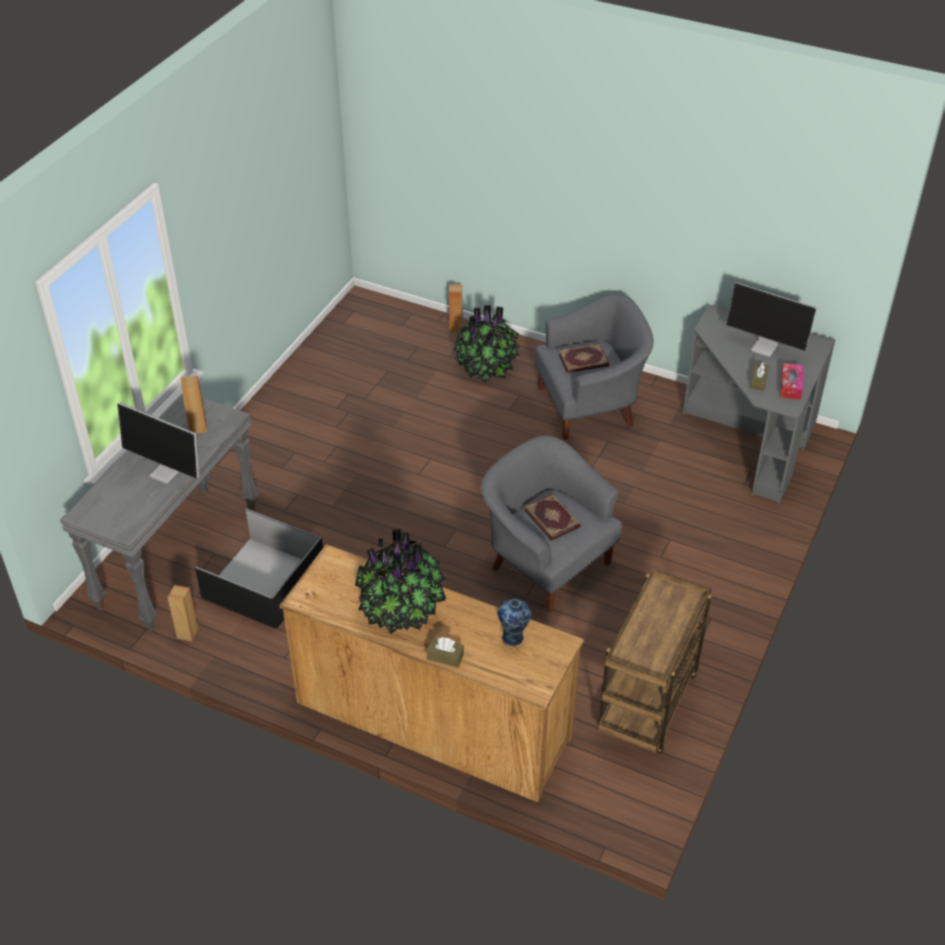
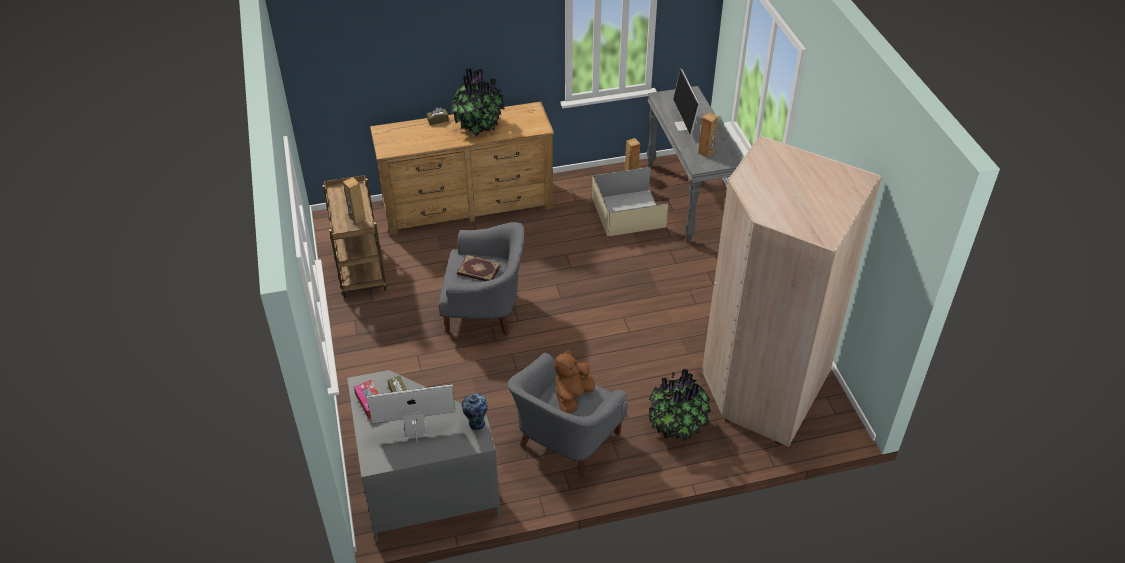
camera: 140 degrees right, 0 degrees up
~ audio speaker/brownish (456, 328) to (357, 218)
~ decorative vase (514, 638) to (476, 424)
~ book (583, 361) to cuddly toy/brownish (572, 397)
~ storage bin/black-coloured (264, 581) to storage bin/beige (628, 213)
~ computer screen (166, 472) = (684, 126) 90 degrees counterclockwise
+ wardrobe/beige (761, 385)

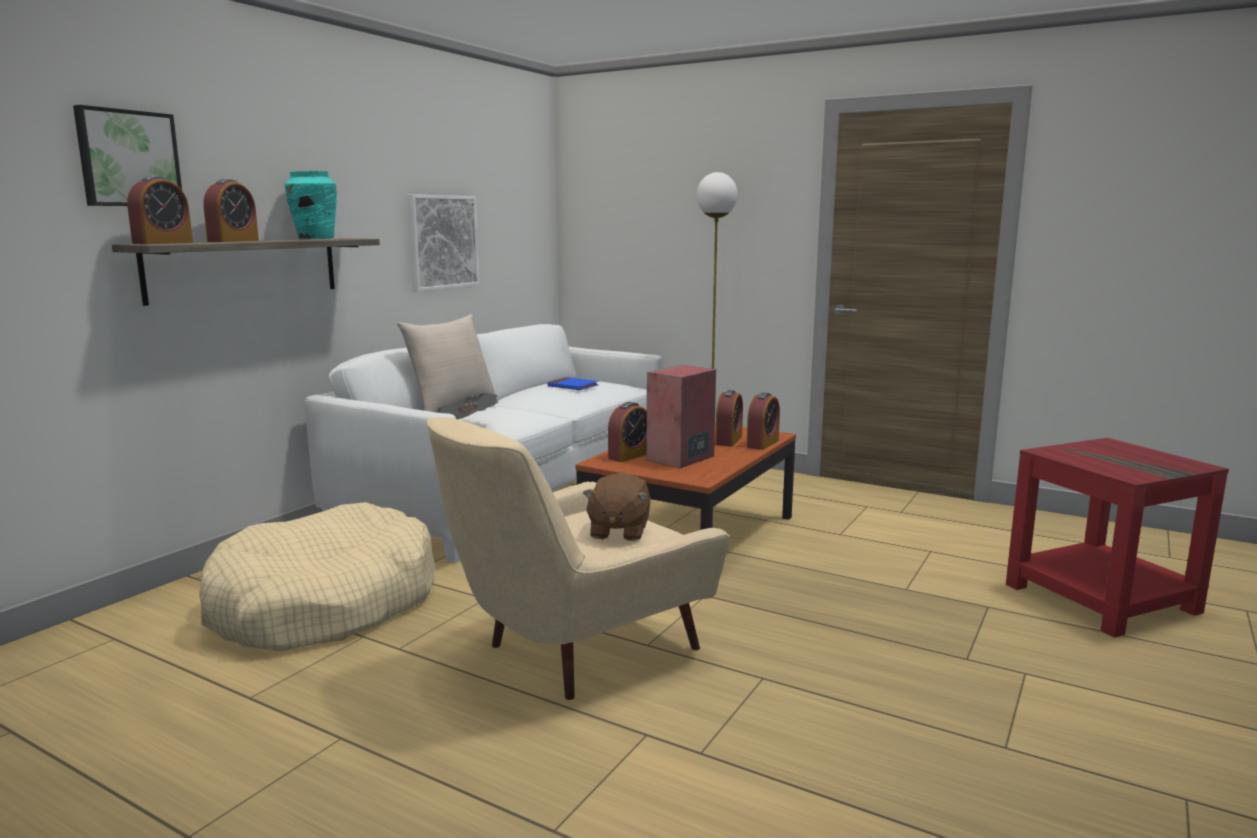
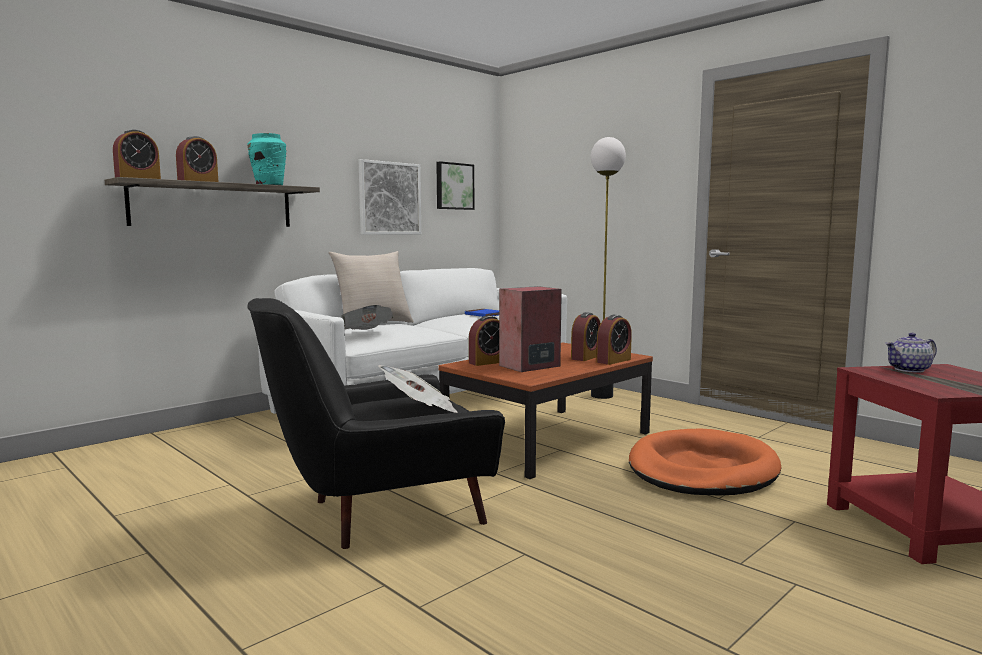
camera: 15 degrees right, 5 degrees down
~ armchair/beige (575, 652) to armchair/black-coloured (380, 514)
~ cuddly toy/brownish (618, 531) to newspaper (420, 409)
~ picture (128, 158) to (454, 186)
+ dog cushion/orange-coloured (702, 470)
+ pot for tea (909, 369)
- dog cushion/beige (324, 604)

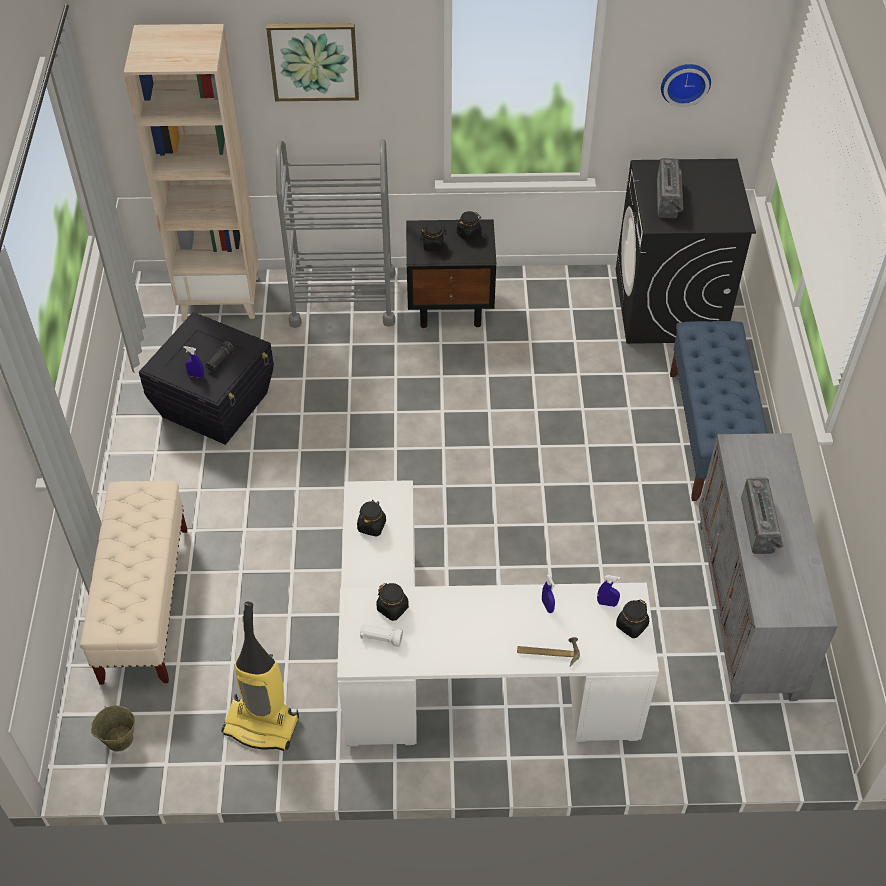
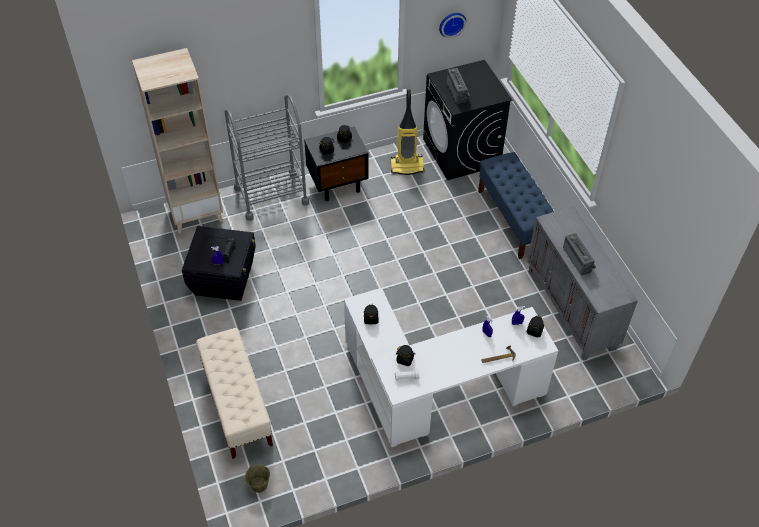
camera: 20 degrees left, 0 degrees up
~ vacuum (262, 724) to (407, 166)
- picture (314, 61)

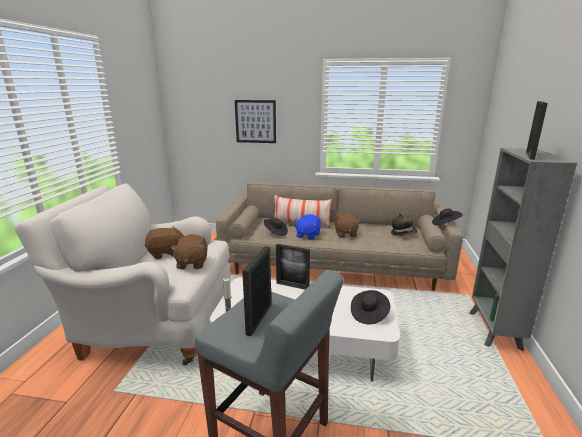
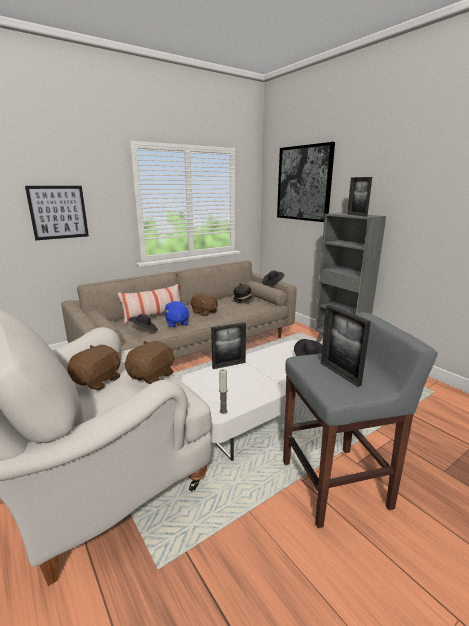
camera: 45 degrees left, 0 degrees up
~ cuddly toy/brownish (191, 263) = (152, 376) 105 degrees counterclockwise
+ picture (304, 183)

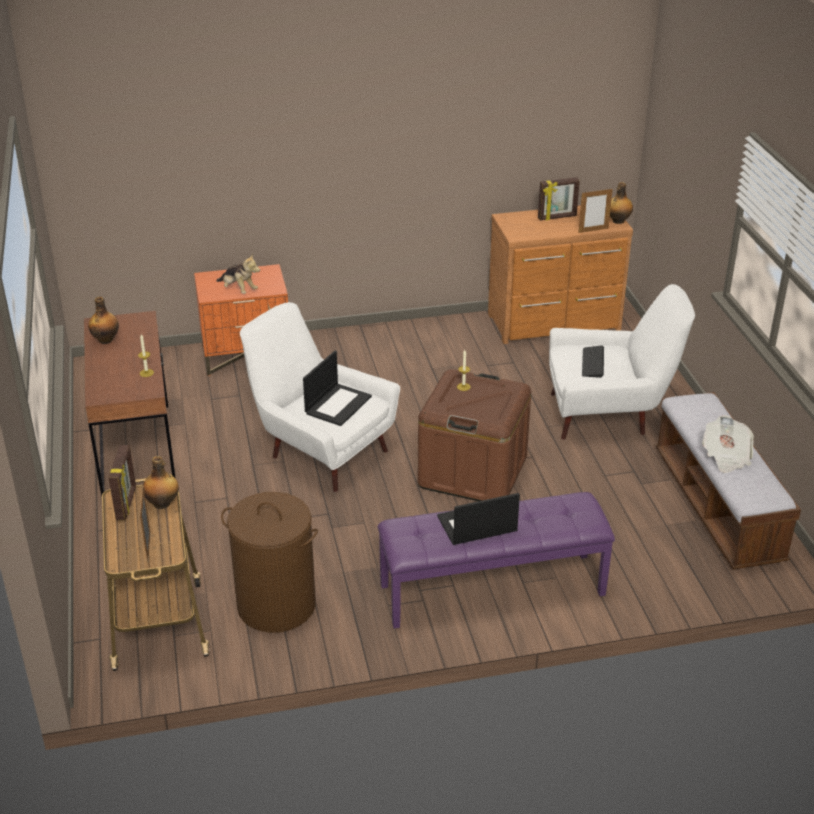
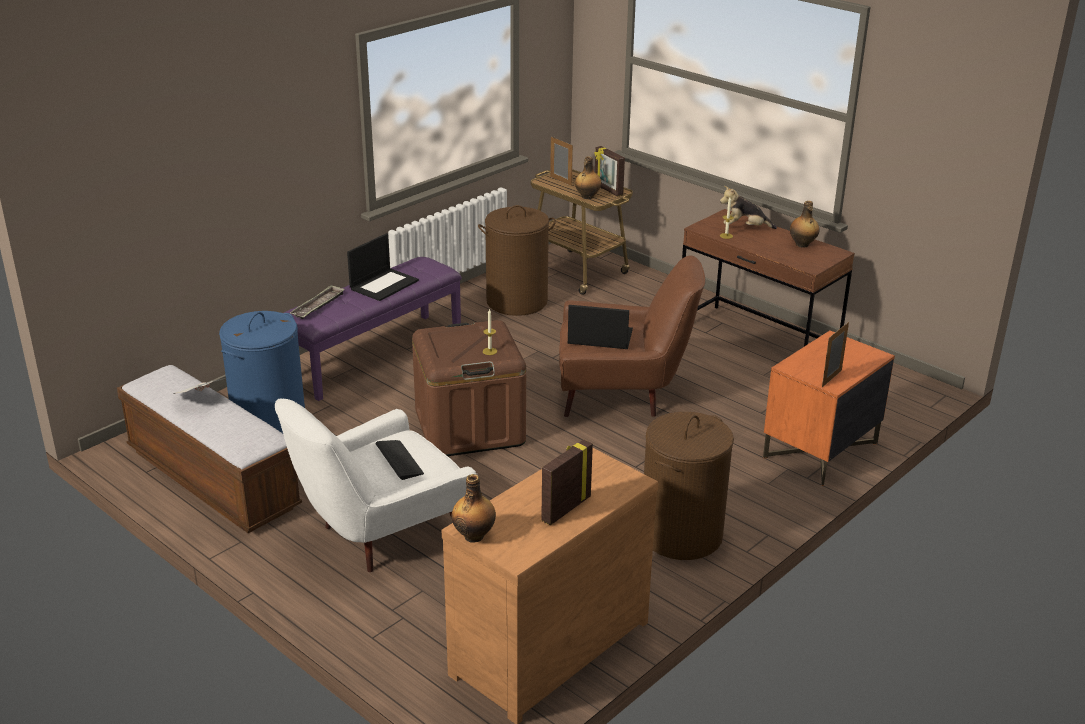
camera: 145 degrees right, 5 degrees down
+ hamper/bluish (269, 421)
+ serving tray (318, 306)
~ armchair/white (319, 451) to armchair/brownish (621, 395)
~ notebook computer (338, 404) = (599, 337) 105 degrees clockwise
+ hamper/brownish (681, 535)
~ cuddly toy (238, 290) to (745, 228)
~ picture frame (593, 230) to (831, 378)

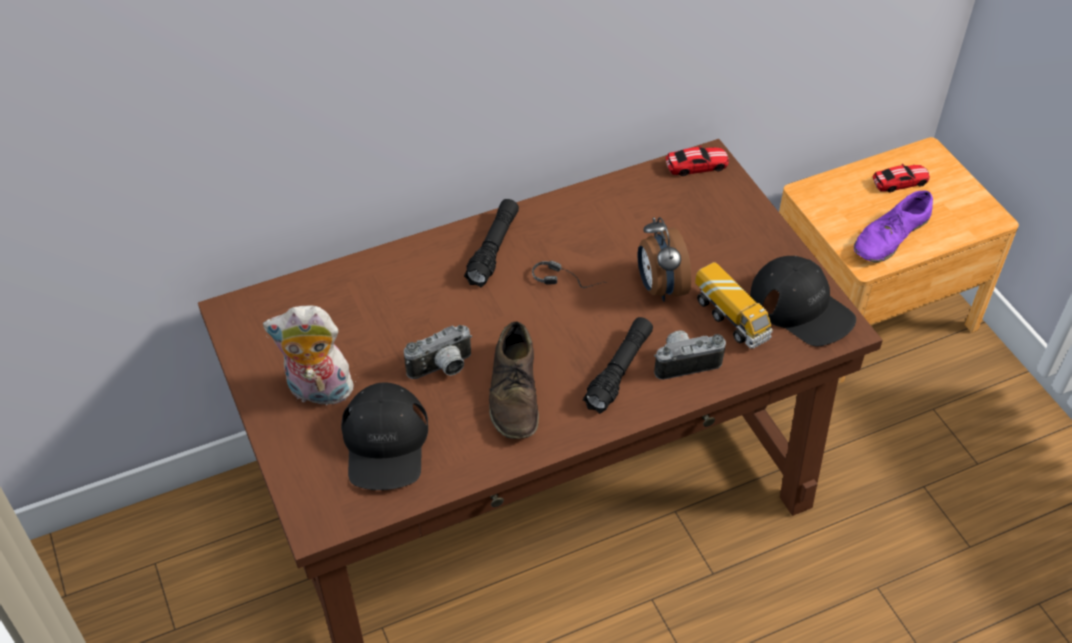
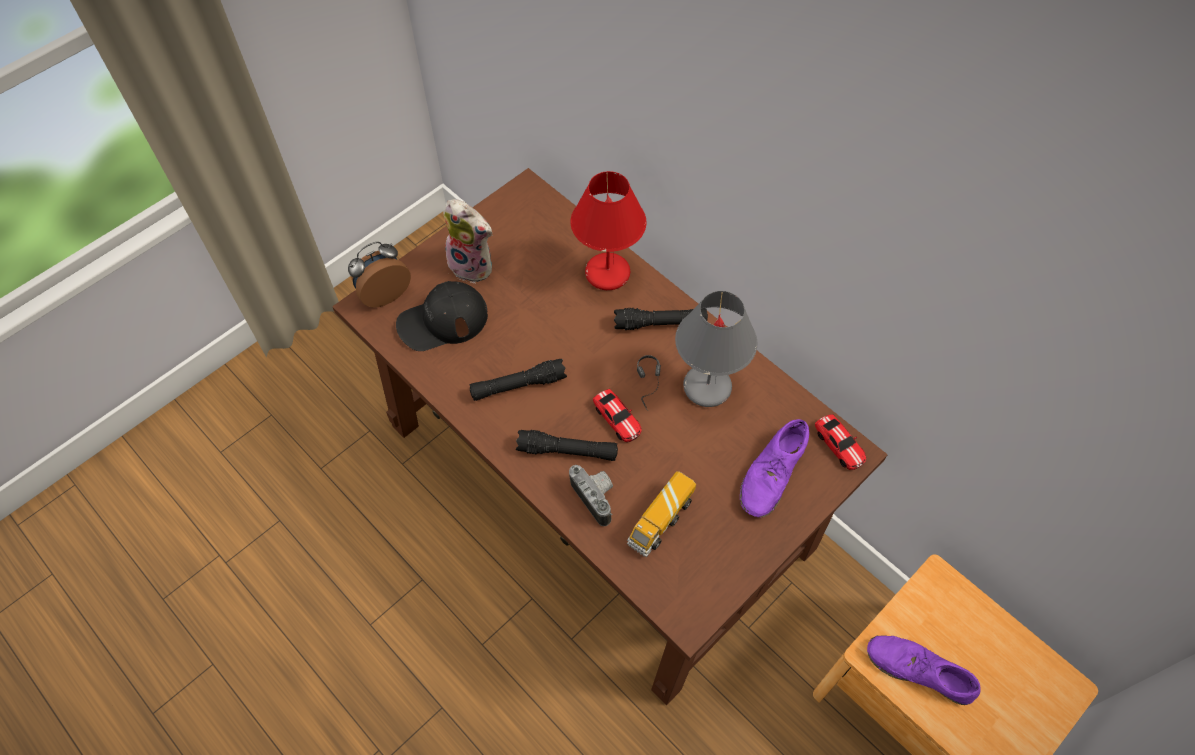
camera: 70 degrees right, 10 degrees up
~ bedside clock (659, 288) to (383, 293)
~ cuddly toy (317, 392) = (474, 265) 135 degrees clockwise
~ shoe/brownish (515, 393) to hand torch/black-coloured (518, 386)
+ lamp for a table/reddish (606, 273)
~ model car (900, 182) to (617, 418)
+ lamp for a table/greyish (706, 386)
+ shoe/purplish (772, 473)
- still camera (443, 369)
- baseball cap/black-coloured (801, 308)

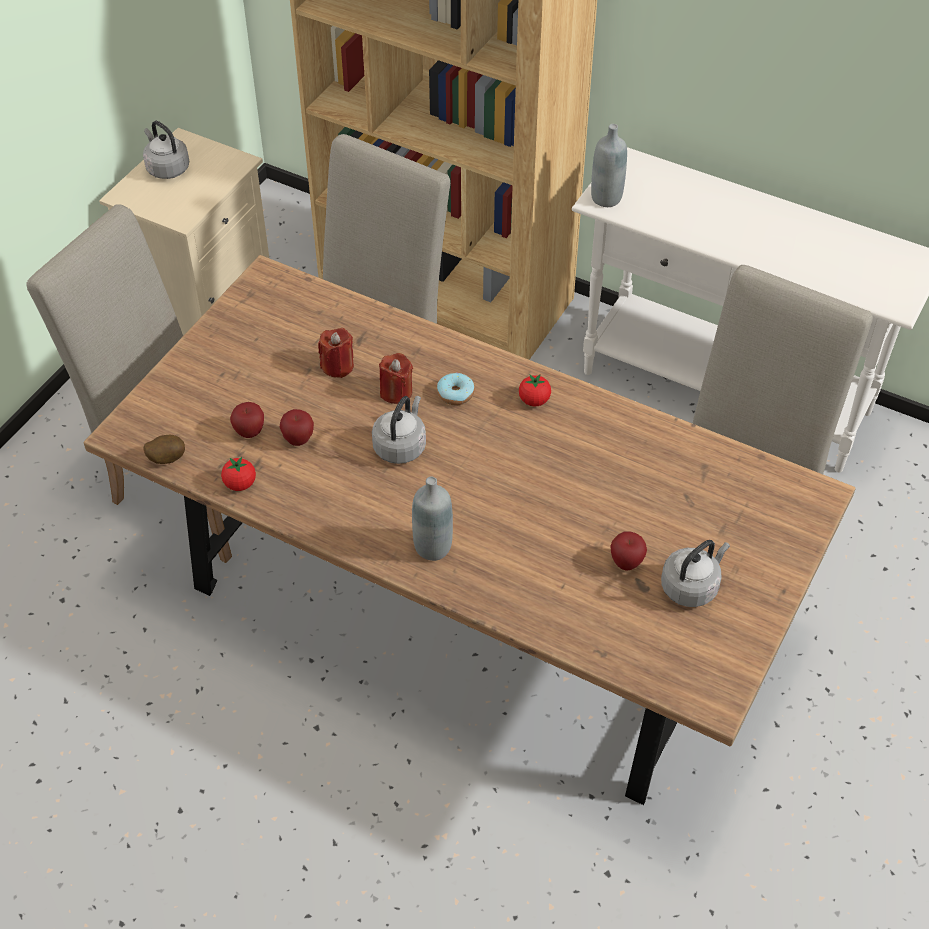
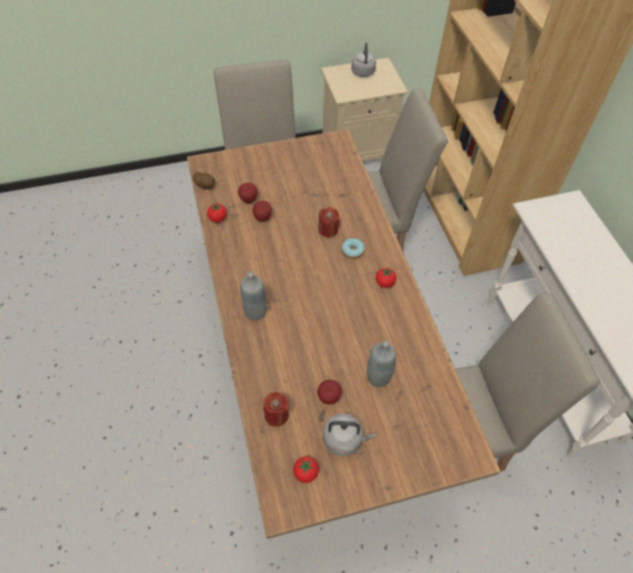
camera: 45 degrees right, 5 degrees up
~ wax candle/reddish (337, 366) to (276, 415)
+ whole tomato (306, 473)
~ beverage bottle/greyish (606, 198) to (378, 377)
- tea kettle/greyish (401, 446)

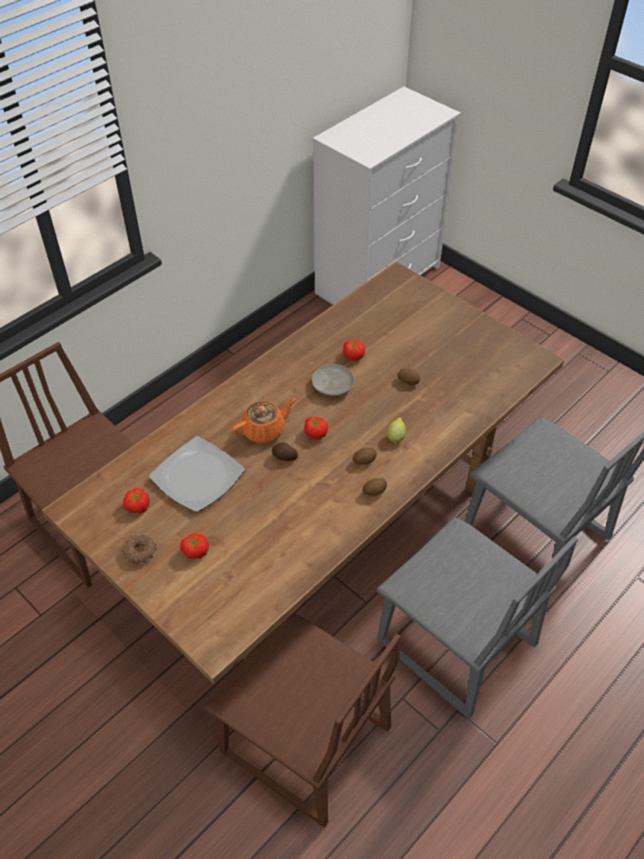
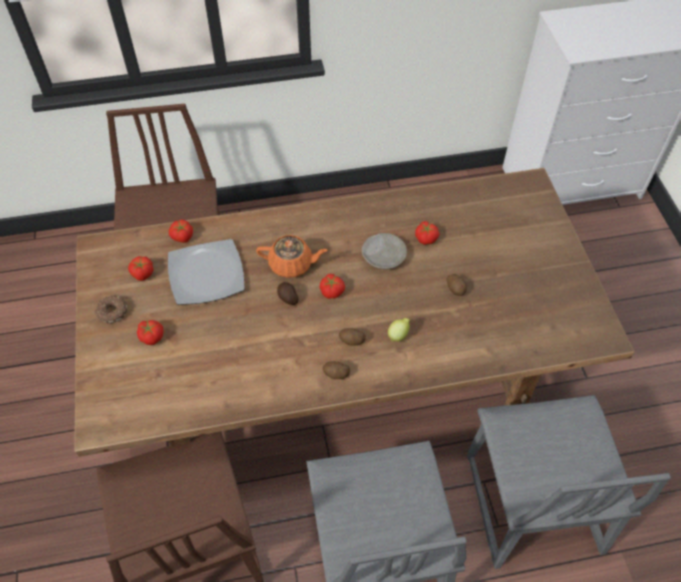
camera: 35 degrees right, 5 degrees up
+ whole tomato (182, 236)

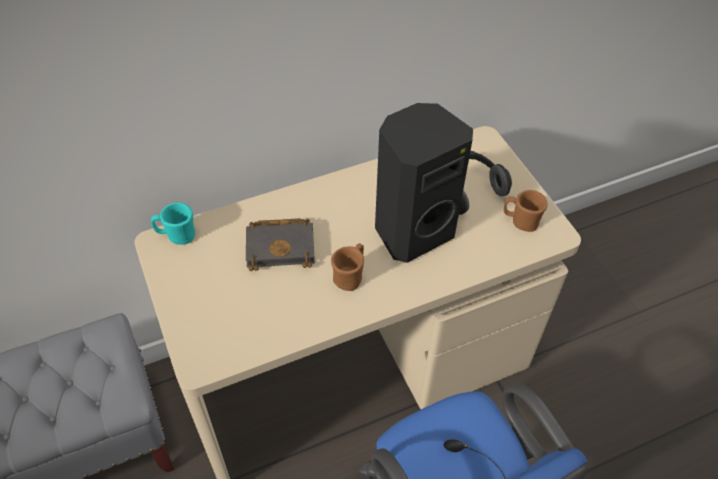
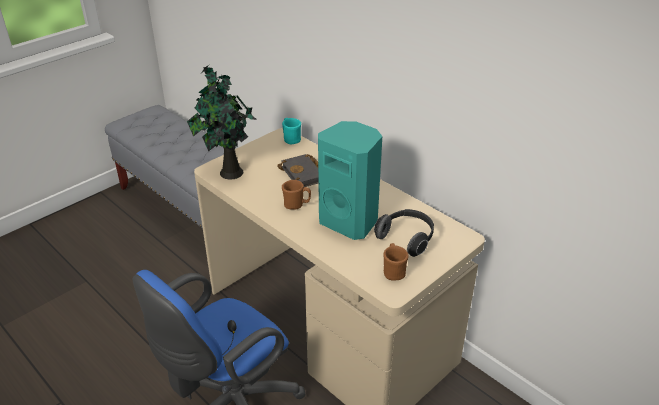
camera: 70 degrees right, 15 degrees down
+ plant in a pot (229, 172)
~ audio speaker/black-coloured (412, 231) to audio speaker/blue-green (350, 222)

